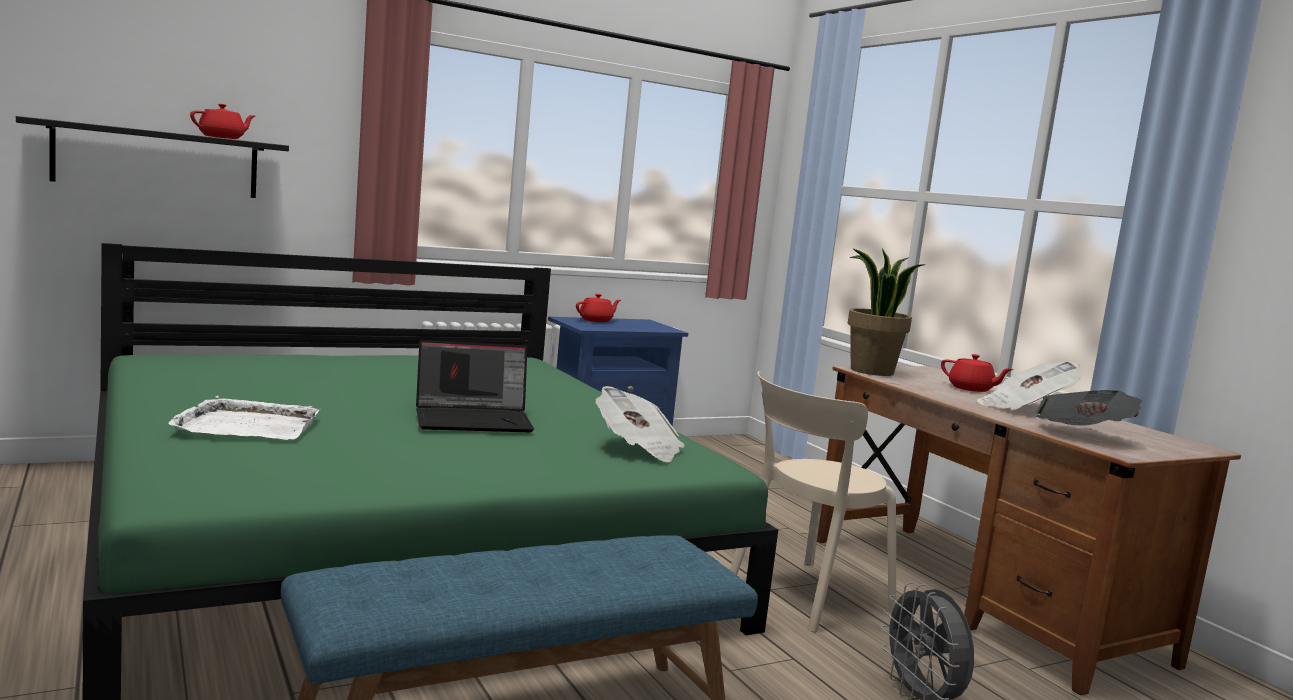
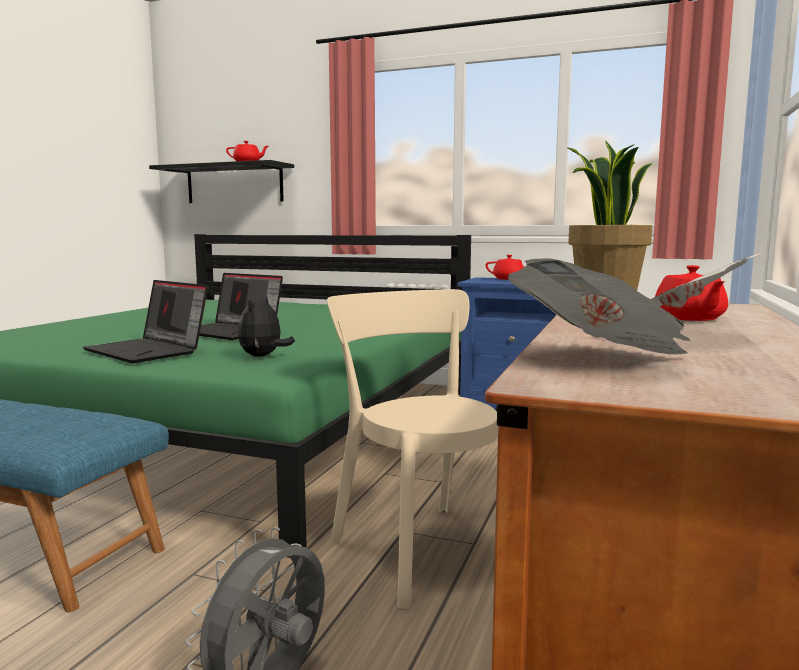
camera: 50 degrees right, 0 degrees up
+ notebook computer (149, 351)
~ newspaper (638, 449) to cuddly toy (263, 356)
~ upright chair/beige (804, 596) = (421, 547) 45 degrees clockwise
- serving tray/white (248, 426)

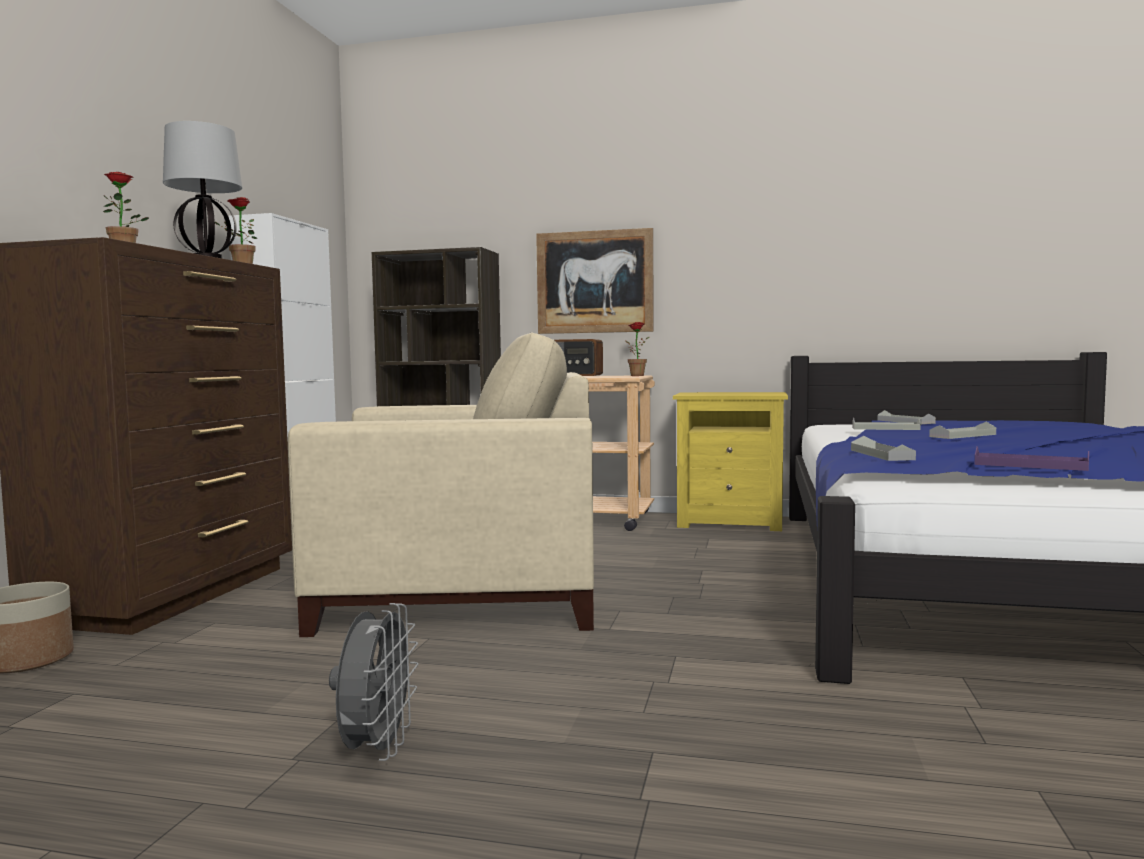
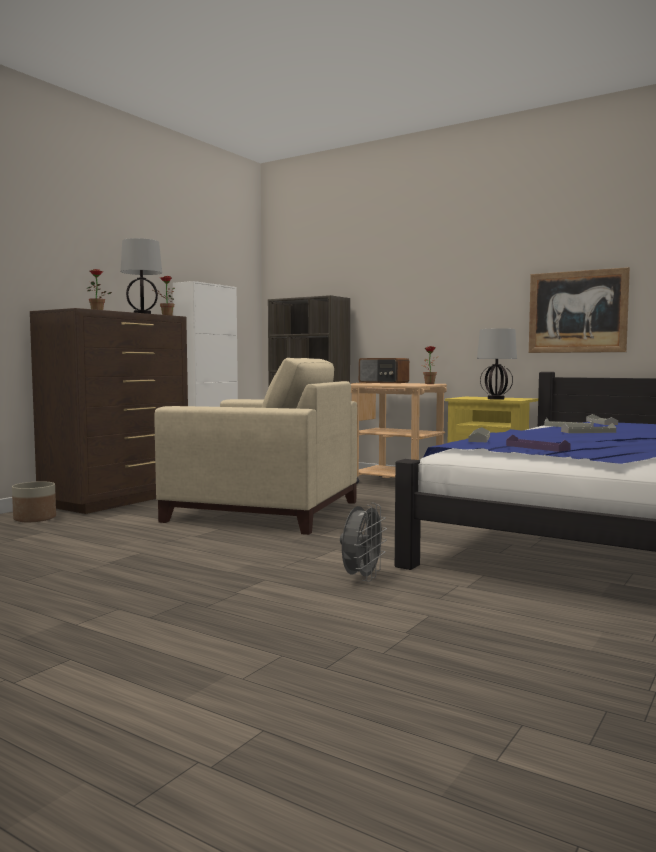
camera: 20 degrees right, 0 degrees up
~ fan/greyish (377, 750) to (362, 578)
+ lamp for a table (496, 399)
~ picture (594, 282) to (577, 312)

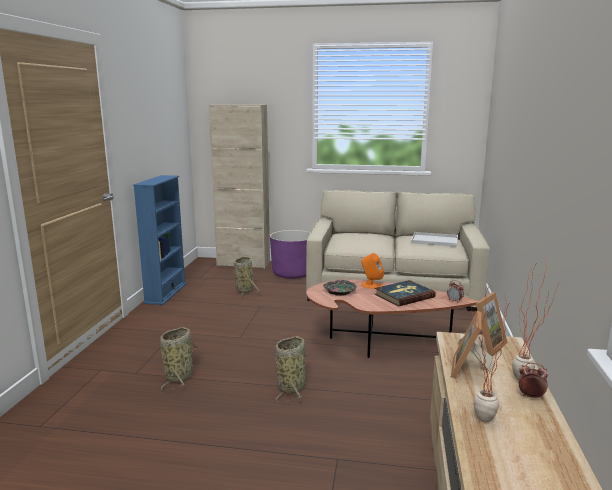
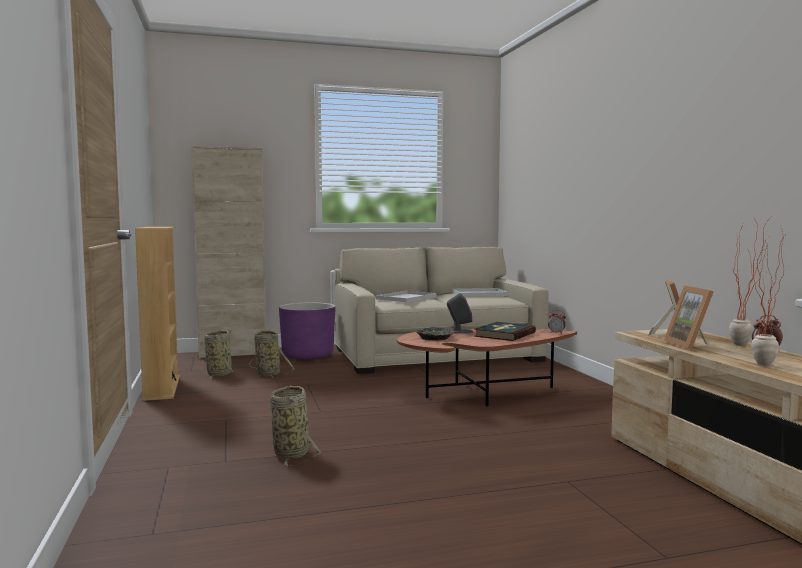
camera: 25 degrees left, 10 degrees down
~ bookshelf/bluish (166, 293) to bookshelf/beige (161, 388)
~ basket (292, 386) to (219, 374)
+ serving tray/white (406, 298)
~ audio speaker/orange-coloured (371, 285) to audio speaker/greyish (459, 331)

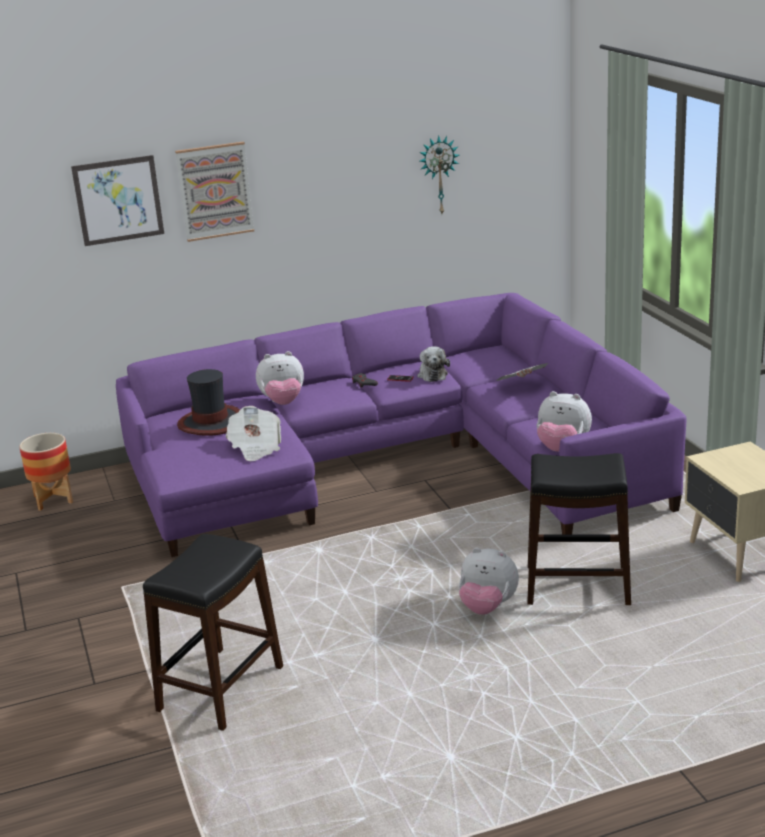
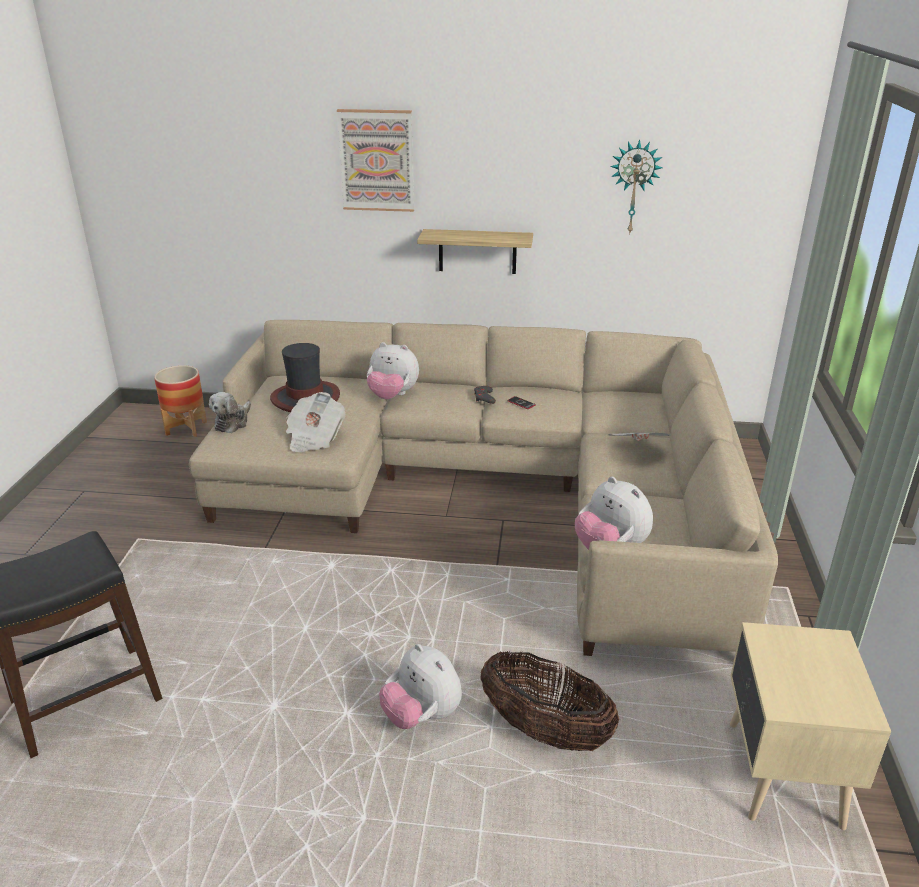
camera: 25 degrees right, 5 degrees up
~ couch/purplish (395, 463) to couch/beige (492, 490)
~ cuddly toy (432, 374) to (233, 422)
+ shelf (477, 251)
~ stool seat/black-coloured (578, 586) to basket (544, 731)
- picture (118, 200)

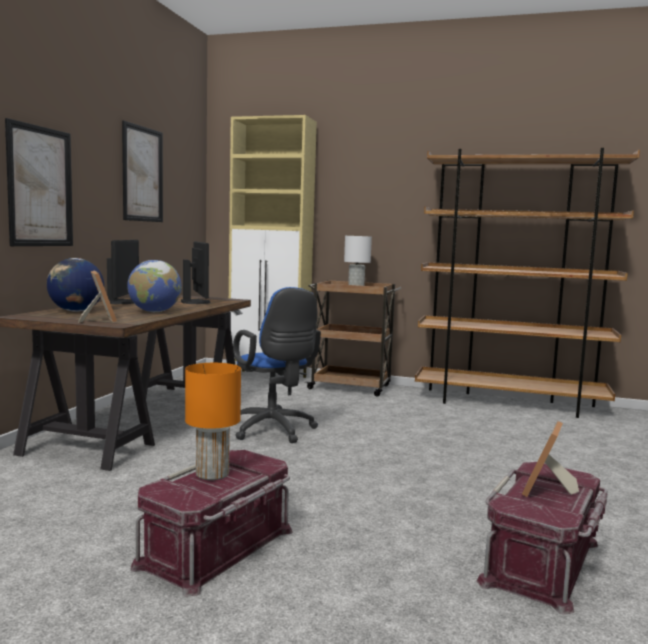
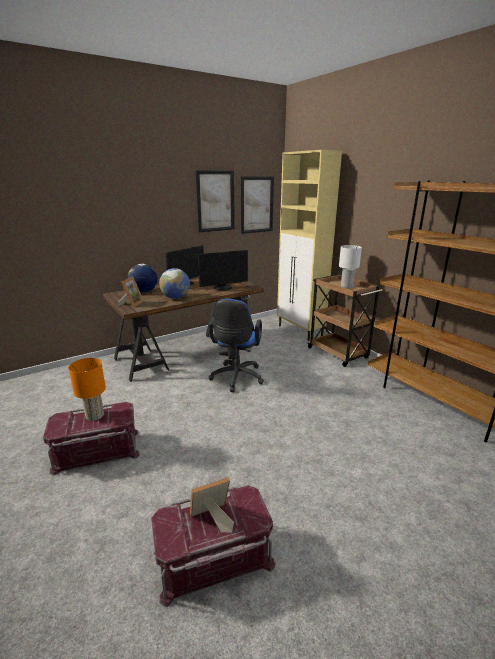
camera: 40 degrees right, 15 degrees up
~ computer screen (197, 302) = (223, 288) 45 degrees clockwise
~ picture (40, 187) to (257, 205)

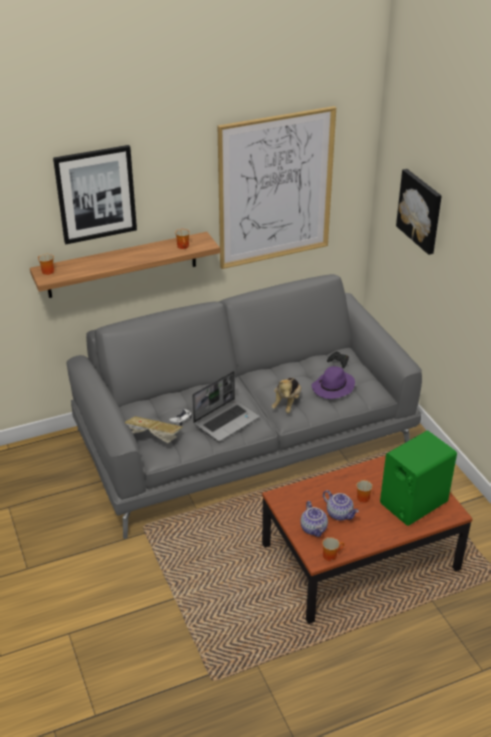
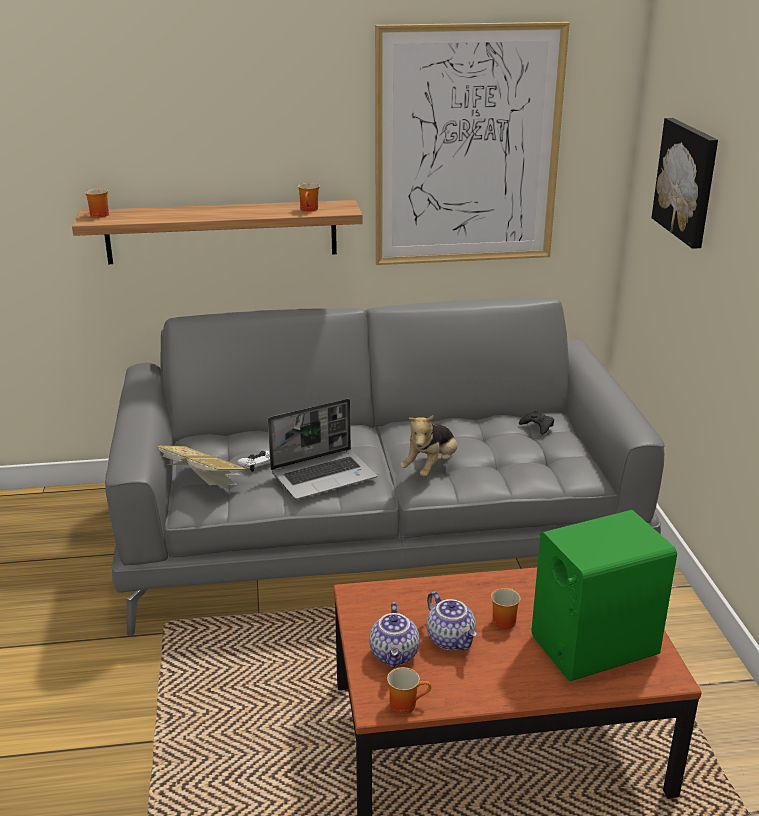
camera: 15 degrees right, 10 degrees down
- picture (96, 194)
- wearable hat/purplish (333, 388)

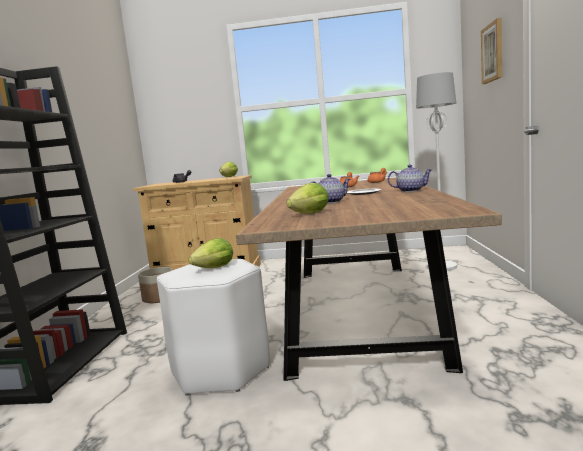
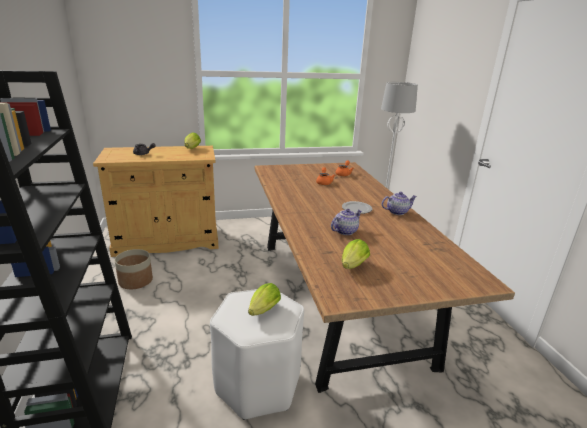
camera: 20 degrees left, 15 degrees up
- picture (493, 52)

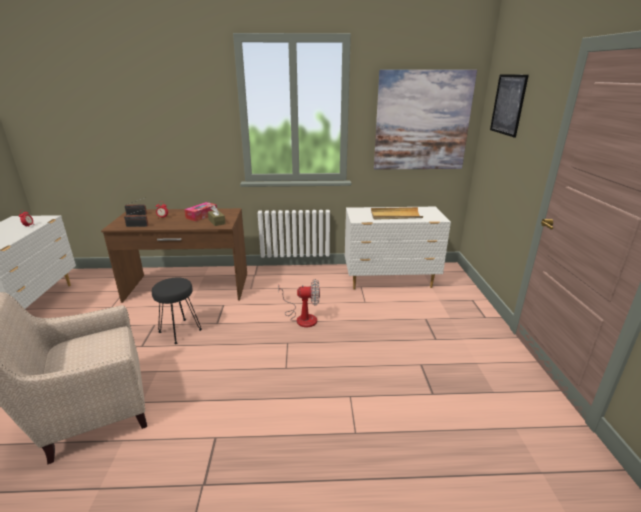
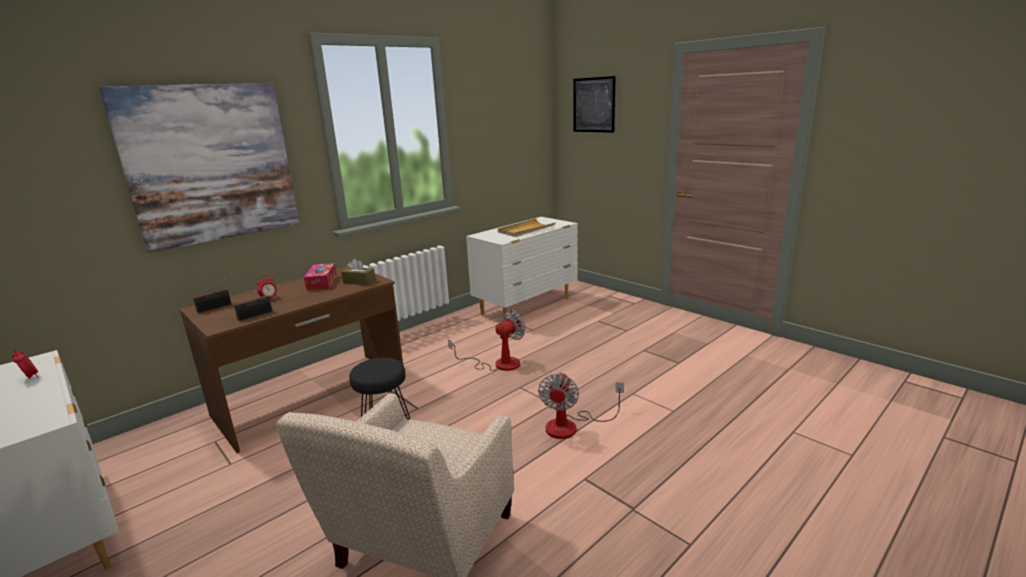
camera: 40 degrees left, 5 degrees down
~ picture (422, 121) to (211, 164)
+ fan (571, 426)

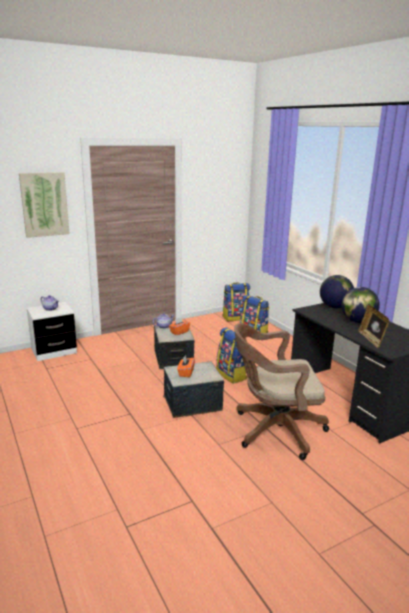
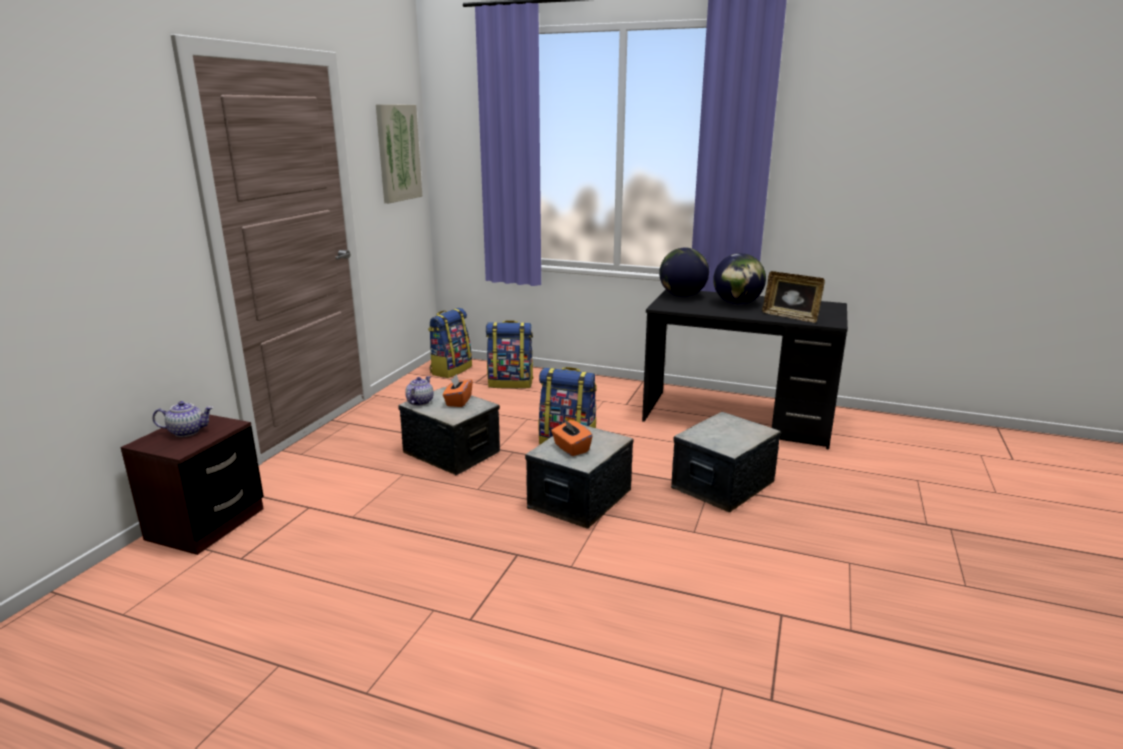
camera: 40 degrees left, 0 degrees up
~ nightstand/white (54, 351) to nightstand/brownish (206, 524)
~ picture (44, 204) to (398, 153)
~ computer chair/brownish (274, 430) to storage bin (722, 485)

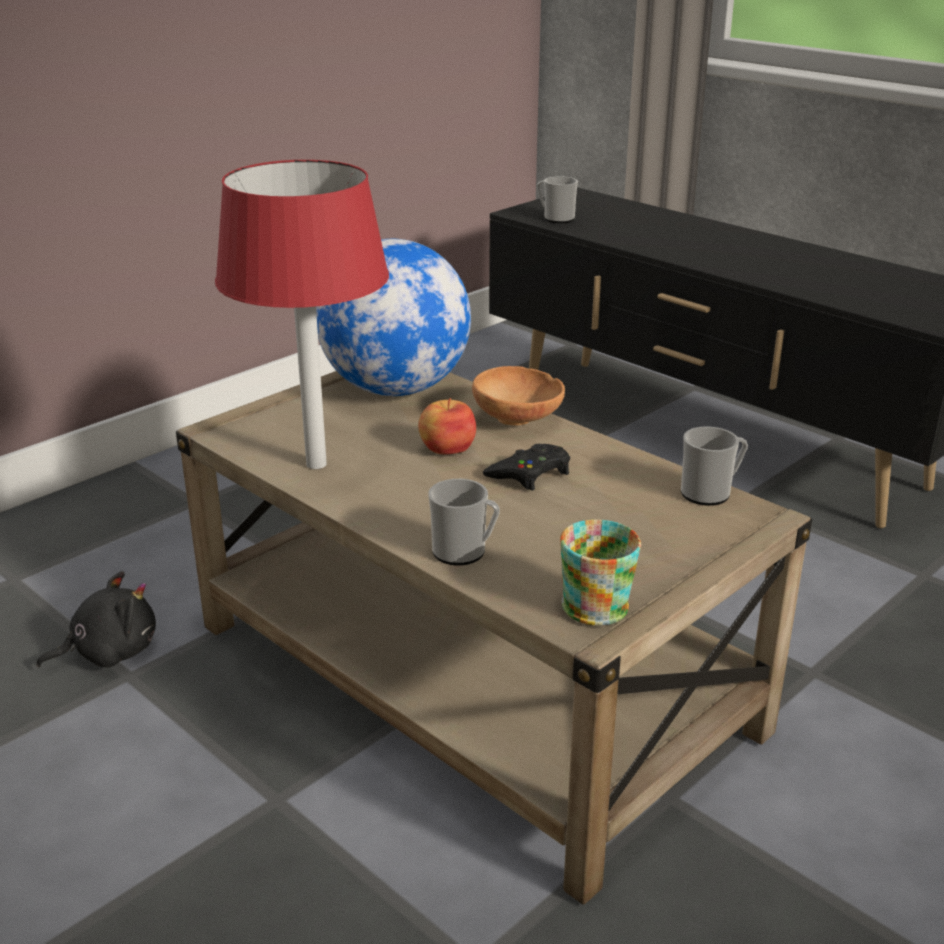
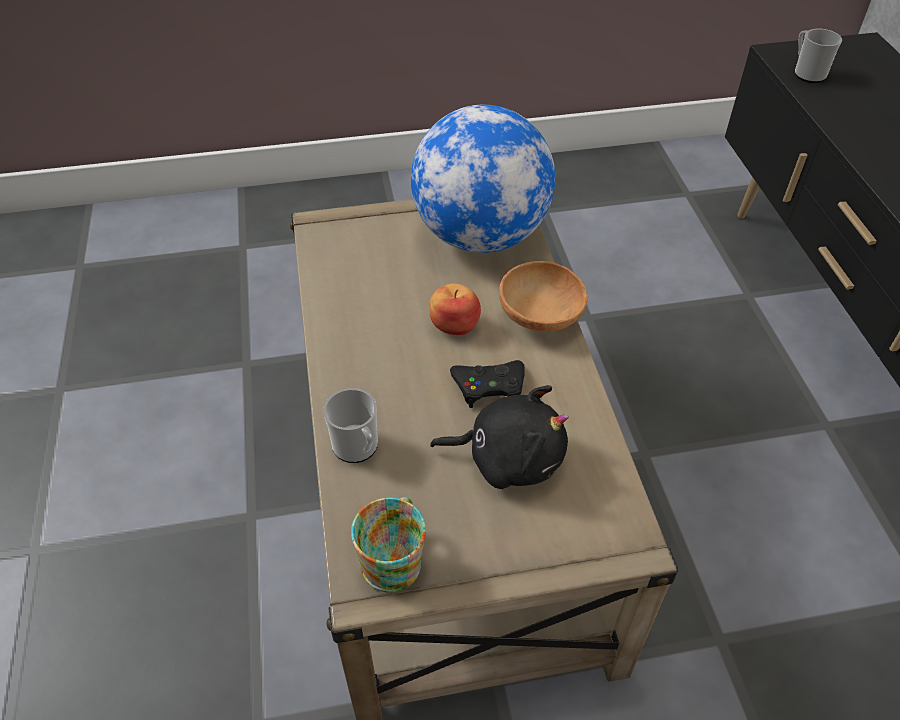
camera: 35 degrees right, 20 degrees up
~ cuddly toy/black-coloured (109, 652) to (508, 457)
- lamp for a table/reddish (315, 464)
- mug (710, 493)

